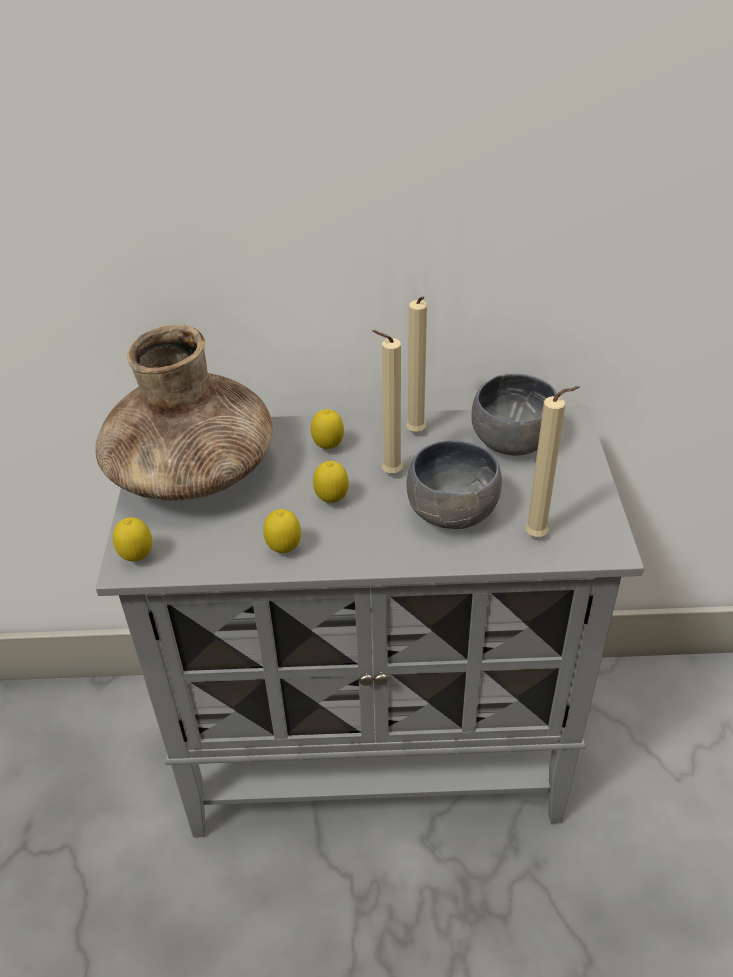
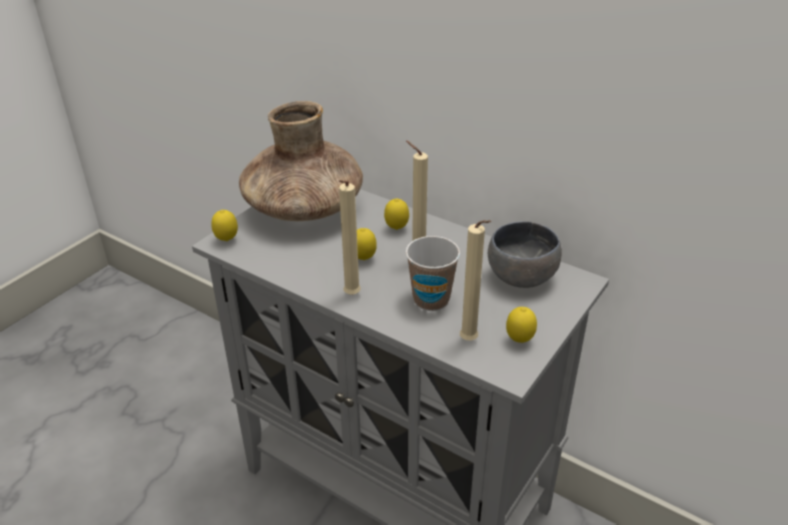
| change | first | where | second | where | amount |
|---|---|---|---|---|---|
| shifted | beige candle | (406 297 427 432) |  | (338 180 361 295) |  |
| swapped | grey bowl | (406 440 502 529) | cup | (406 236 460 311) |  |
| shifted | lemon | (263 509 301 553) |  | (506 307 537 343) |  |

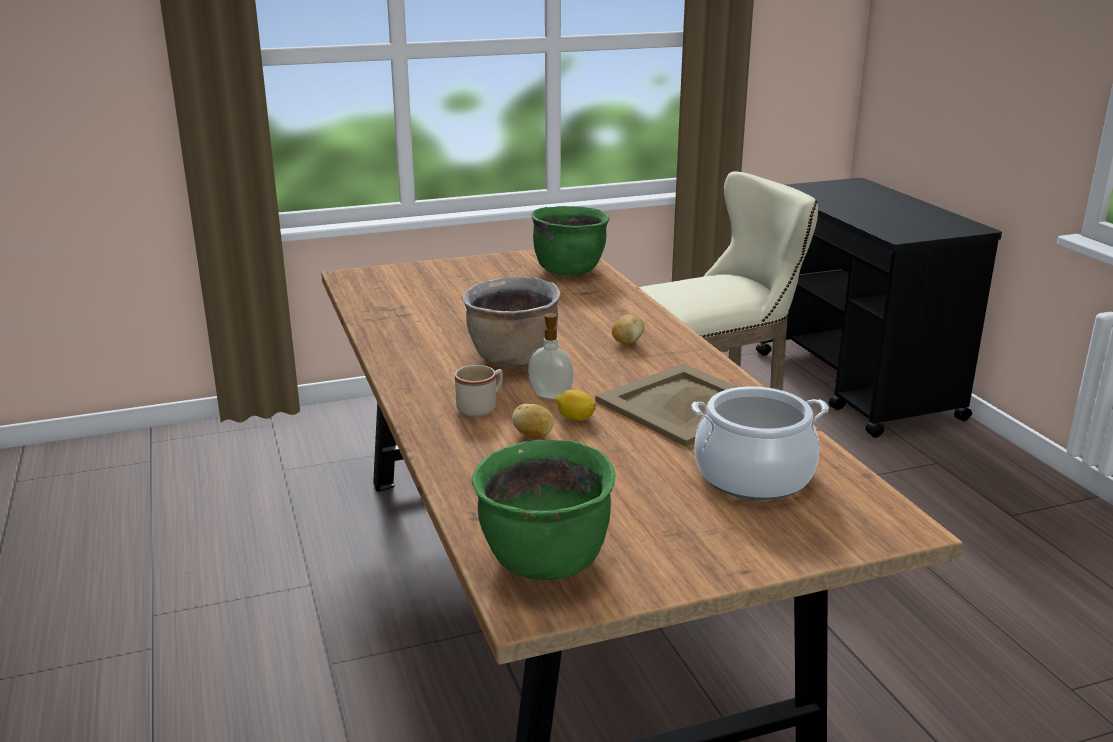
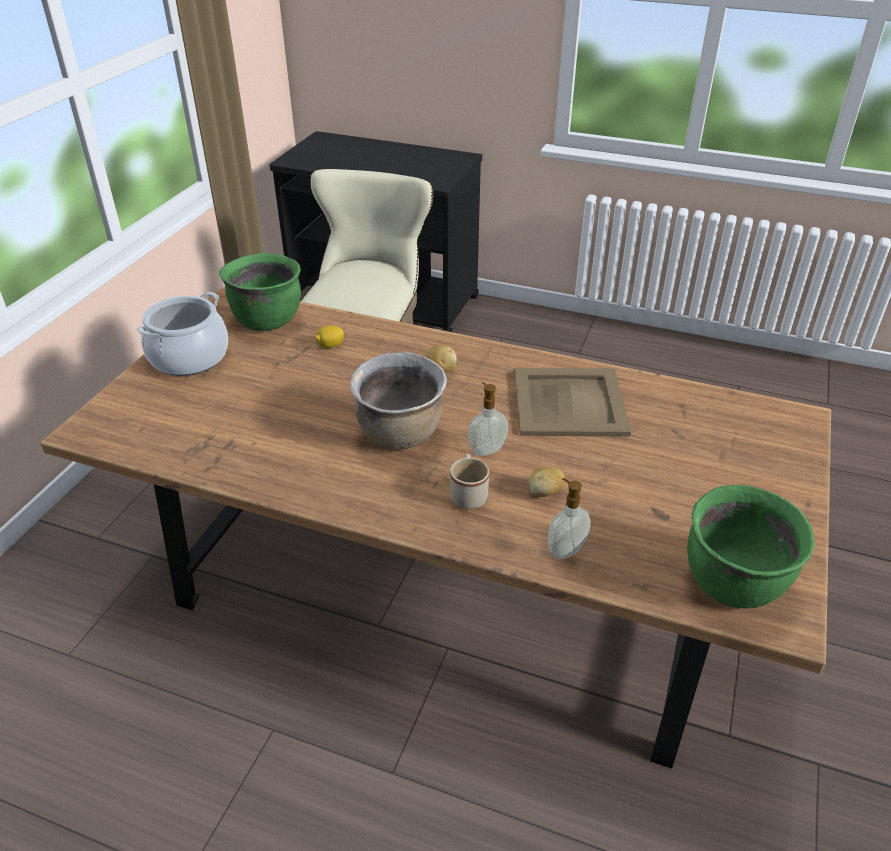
| change | first | where | second | where | amount |
|---|---|---|---|---|---|
| shifted | cooking pot | (692 386 829 500) |  | (136 292 228 376) |  |
| shifted | lemon | (556 390 596 421) |  | (315 325 344 348) |  |
| new |  |  | soap dispenser | (547 478 591 559) |  |

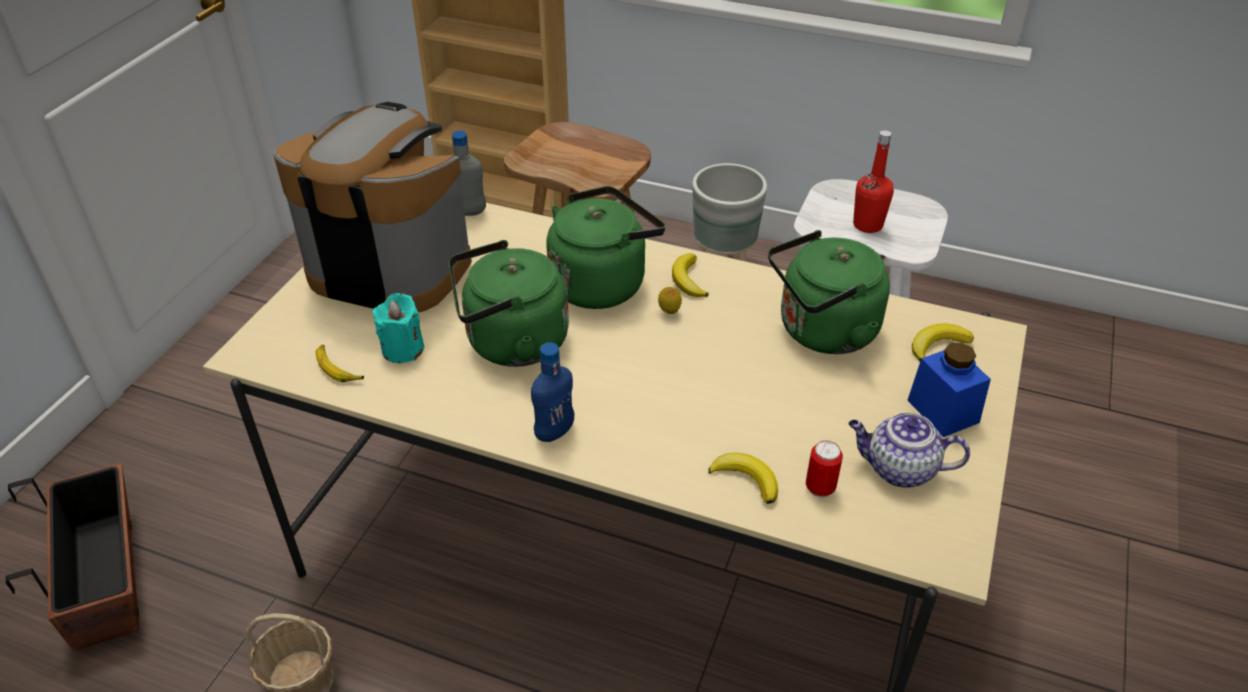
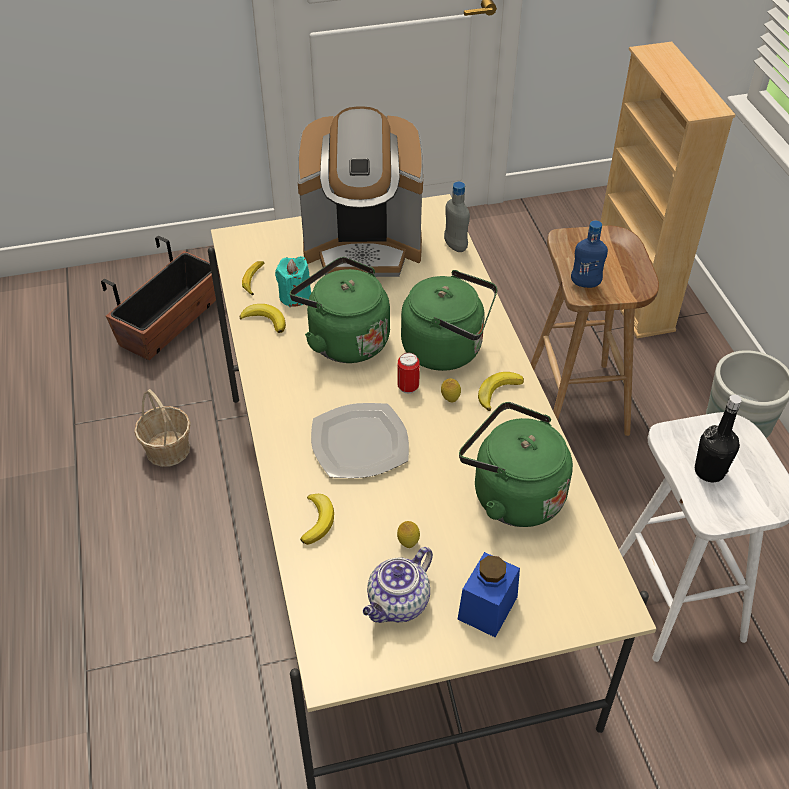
| change | first | where | second | where | amount |
|---|---|---|---|---|---|
| rotated | coffee machine | (273 102 472 312) |  | (297 106 424 277) | 105 degrees clockwise |
| repainted | red bottle | (853 130 894 233) | black bottle | (695 395 742 482) |  |
| shifted | banana | (912 324 974 361) |  | (240 304 286 333) |  |
| shifted | blue bottle | (531 342 574 442) |  | (571 220 608 288) |  |
| rotated | teapot | (848 412 970 488) |  | (363 547 433 623) | 120 degrees counterclockwise |
| shifted | can | (806 441 843 498) |  | (397 353 420 394) |  |
| new |  |  | plate | (311 403 409 478) |  |
| new |  |  | lemon | (397 521 420 548) |  |

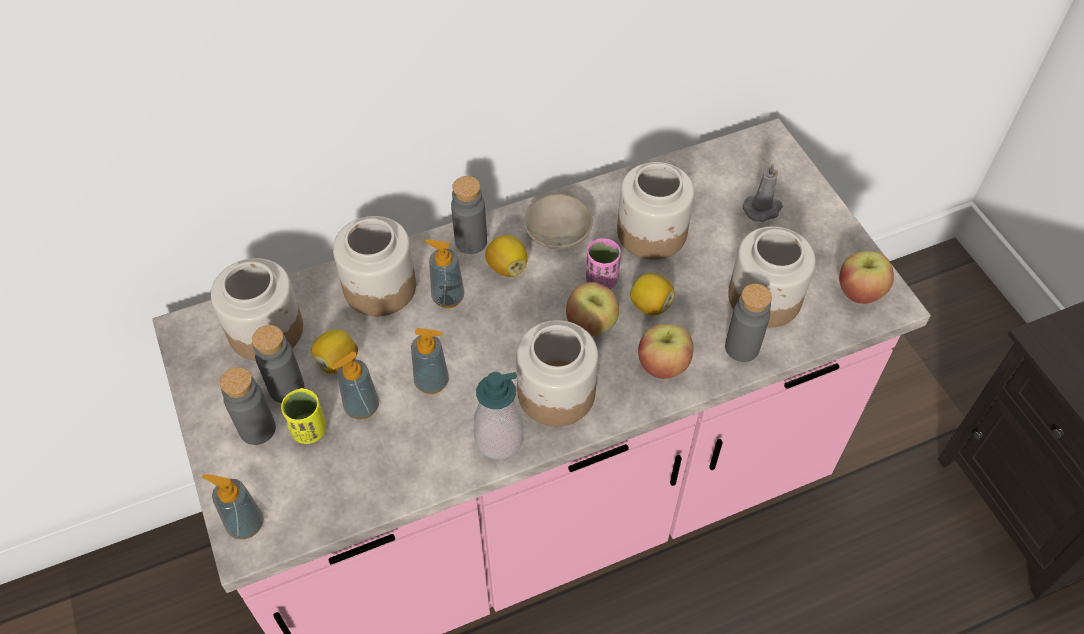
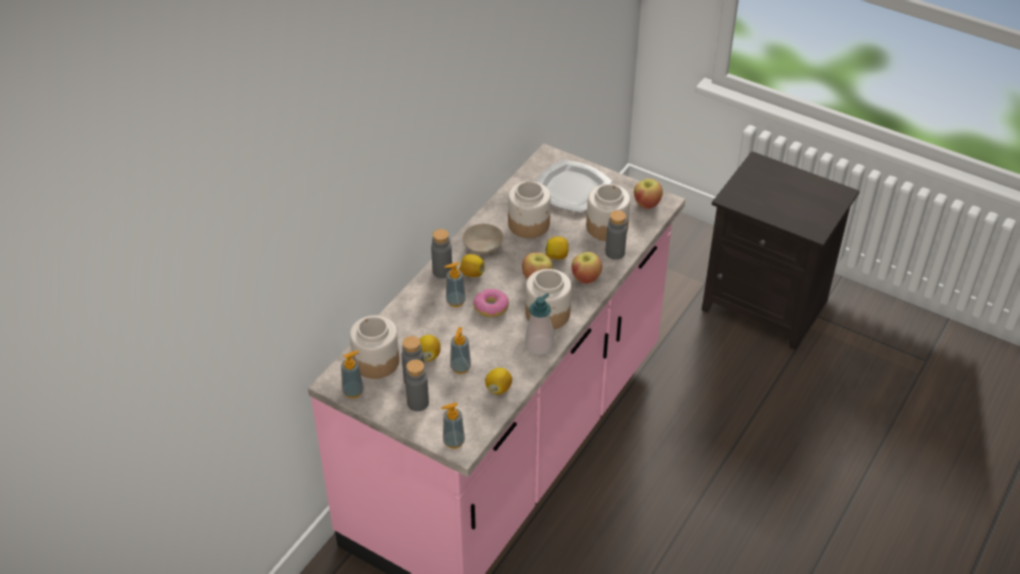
| change | first | where | second | where | amount |
|---|---|---|---|---|---|
| swapped | grey candle | (743 163 783 222) | plate | (535 159 612 213) |  |
| gone | jar | (333 216 416 316) |  |  |  |
| gone | pink cup | (586 238 621 290) |  |  |  |
| shifted | soap dispenser | (411 328 449 394) |  | (341 350 364 398) |  |
| gone | yellow cup | (281 388 326 444) |  |  |  |
| new |  |  | donut | (473 289 509 317) |  |
| new |  |  | lemon | (485 368 512 395) |  |

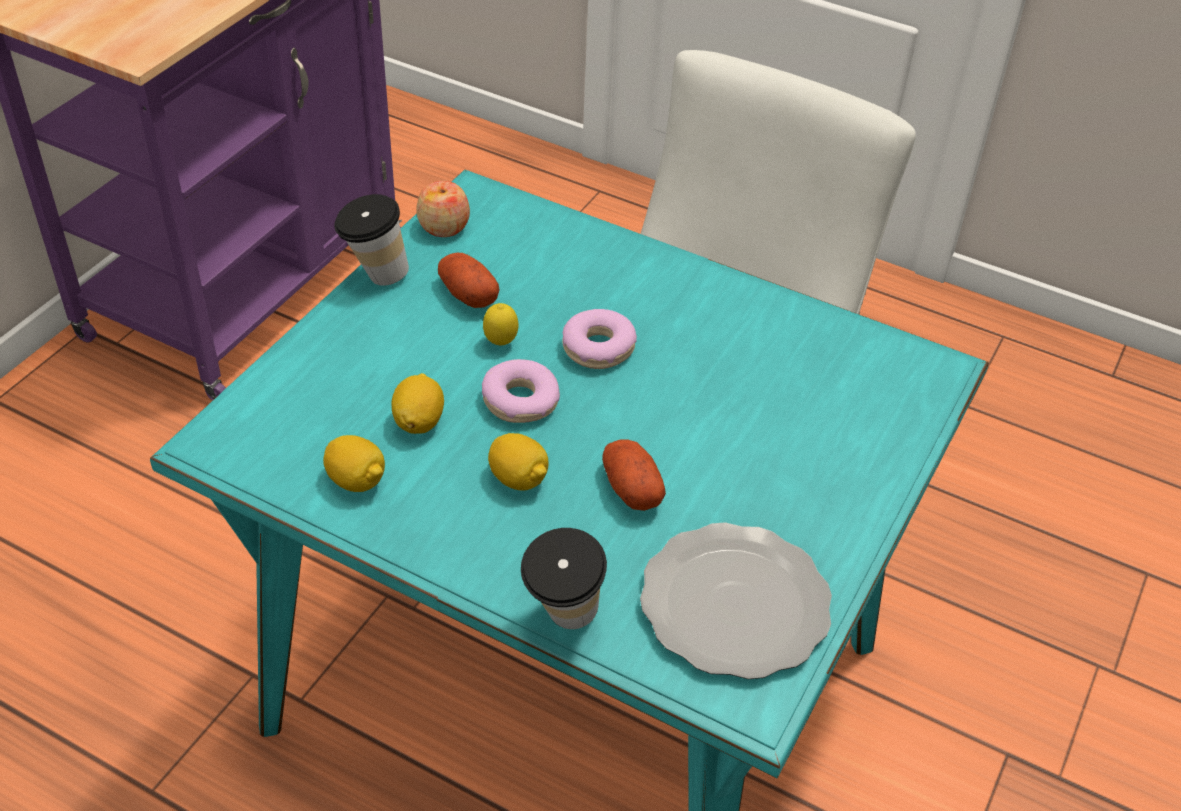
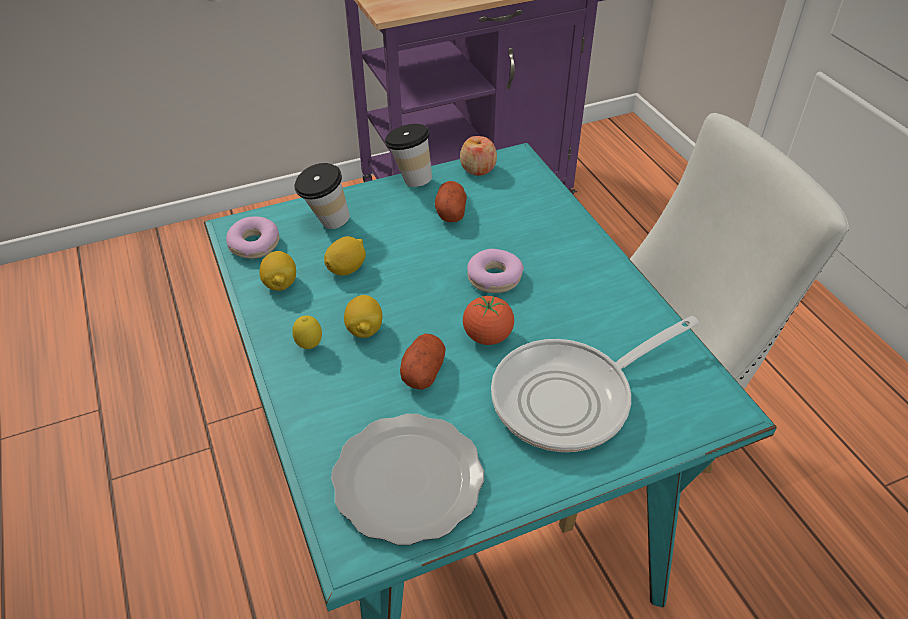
| change | first | where | second | where | amount |
|---|---|---|---|---|---|
| shifted | lemon | (483 303 519 345) |  | (292 316 322 349) |  |
| shifted | donut | (482 359 560 423) |  | (226 217 279 259) |  |
| shifted | cup | (521 528 607 629) |  | (294 163 350 229) |  |
| new |  |  | tomato | (463 296 514 345) |  |
| new |  |  | frying pan | (491 316 699 452) |  |

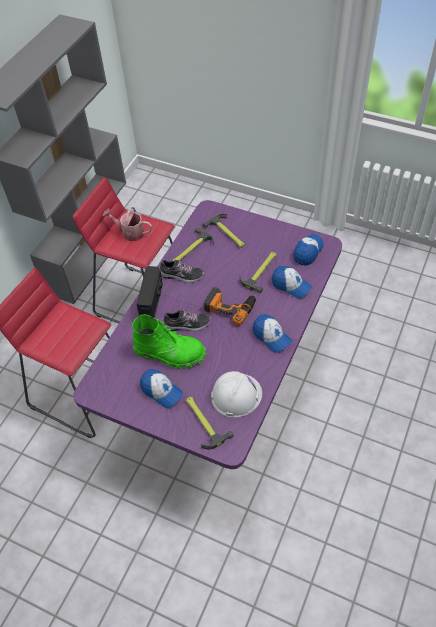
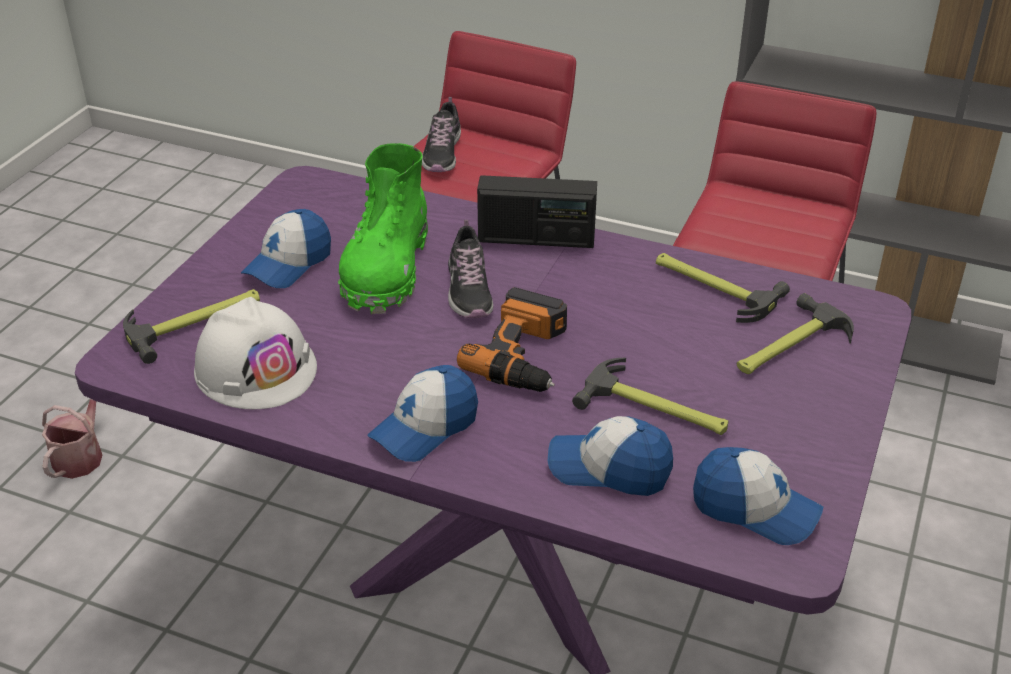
| change | first | where | second | where | amount |
|---|---|---|---|---|---|
| shifted | watering can | (103 207 152 241) |  | (42 399 102 479) |  |
| shifted | shoe | (160 259 204 283) |  | (422 97 461 172) |  |
| rotated | cap | (272 266 312 298) |  | (548 416 673 496) | 75 degrees clockwise |

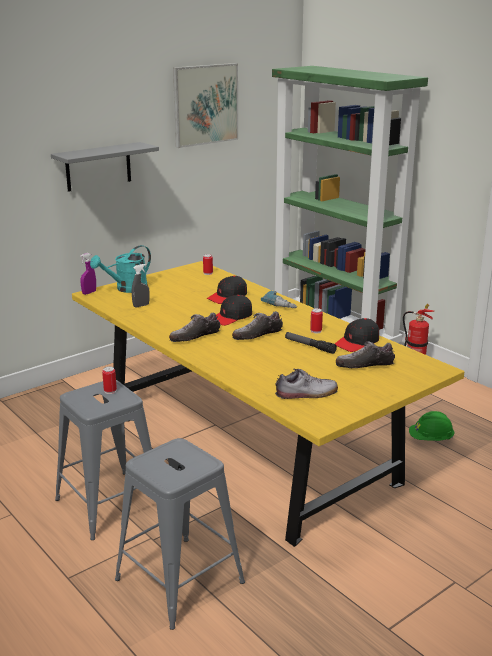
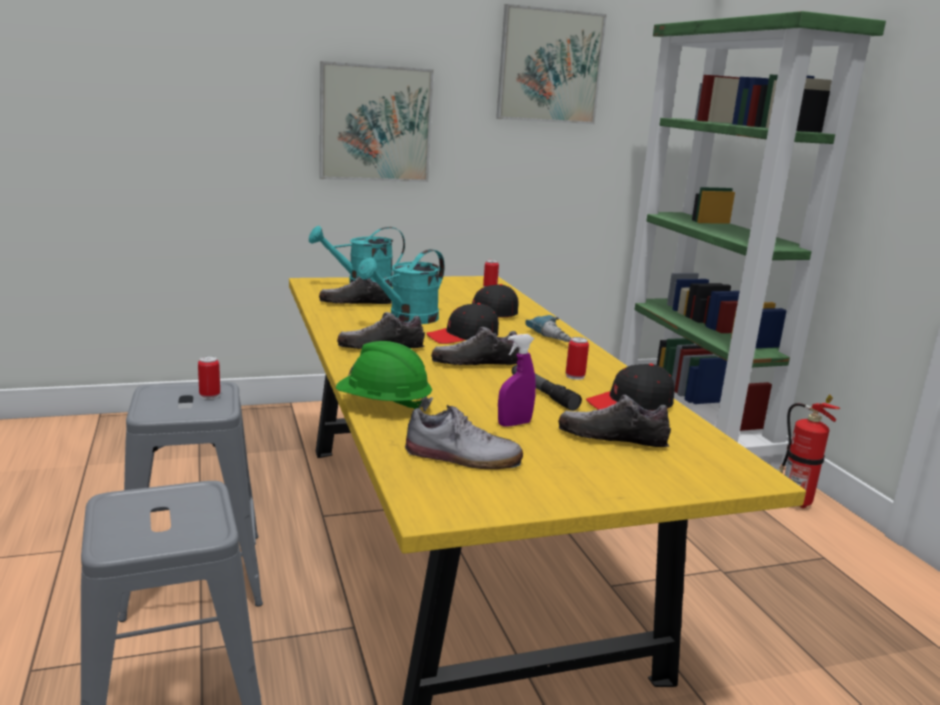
| change | first | where | second | where | amount |
|---|---|---|---|---|---|
| swapped | grey shelf | (51 142 159 192) | picture | (320 61 434 182) |  |
| shifted | purple spray bottle | (80 253 96 295) |  | (498 334 536 427) |  |
| swapped | grey spray bottle | (132 264 150 308) | shoe | (319 275 392 304) |  |
| shifted | green hard hat | (409 411 455 441) |  | (336 341 433 411) |  |
| new |  |  | turquoise watering can | (358 249 444 324) |  |

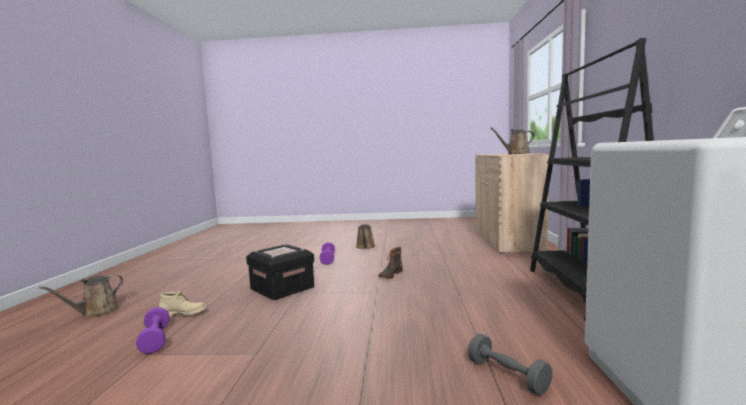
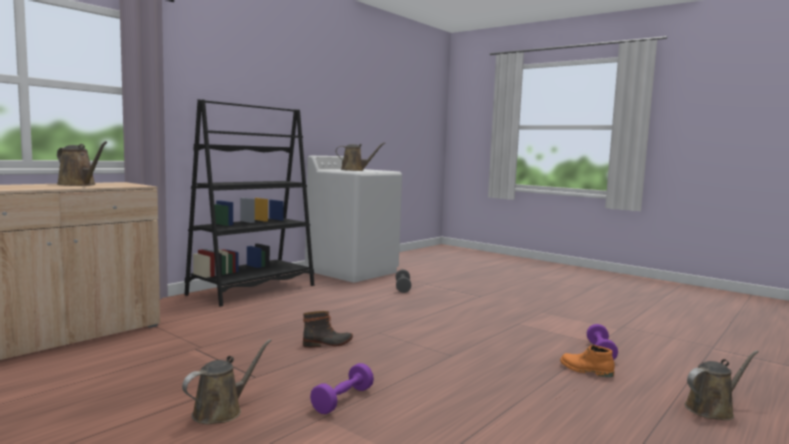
| change | first | where | second | where | amount |
|---|---|---|---|---|---|
| gone | black storage box | (246 243 314 300) |  |  |  |
| repainted | beige boot | (159 291 206 317) | orange boot | (560 345 615 377) |  |
| new |  |  | brown watering can | (335 142 385 171) |  |

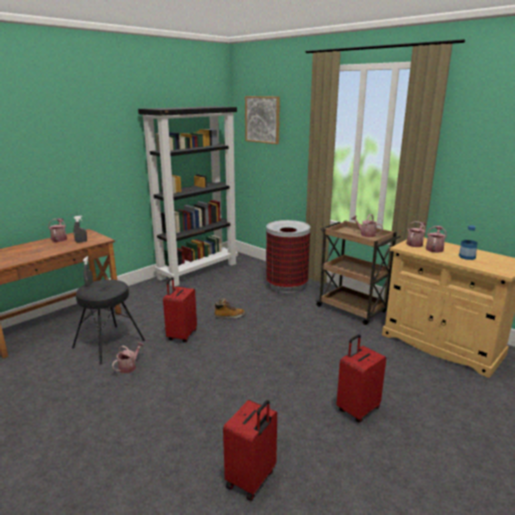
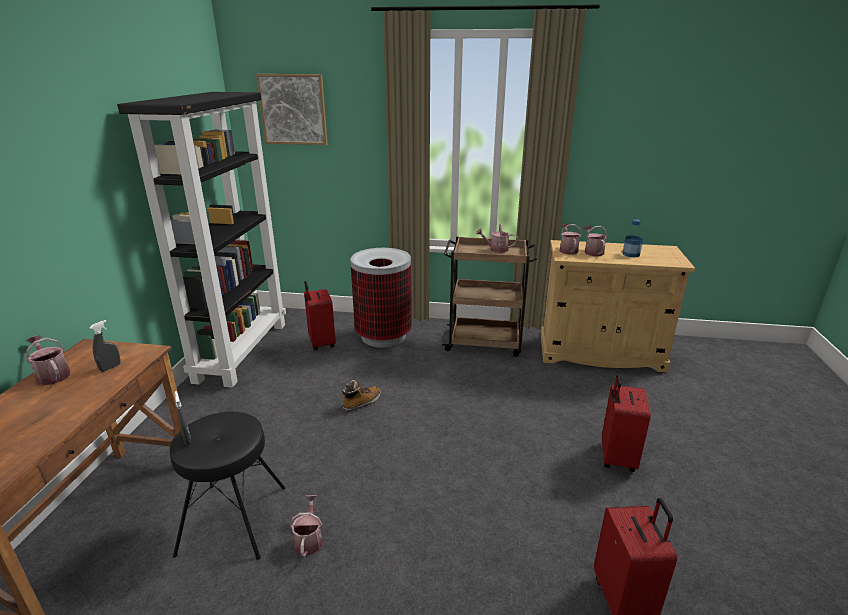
| change | first | where | second | where | amount |
|---|---|---|---|---|---|
| shifted | red suitcase | (163 277 197 343) |  | (304 281 336 350) |  |

